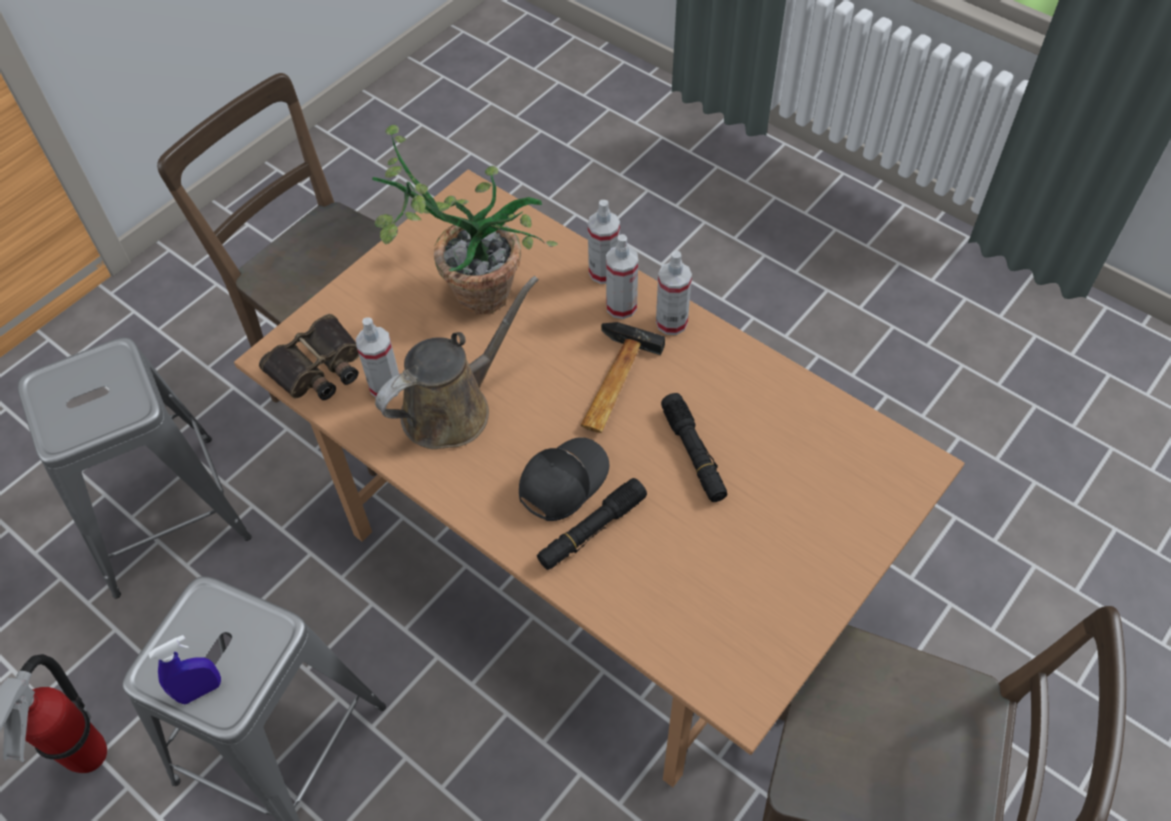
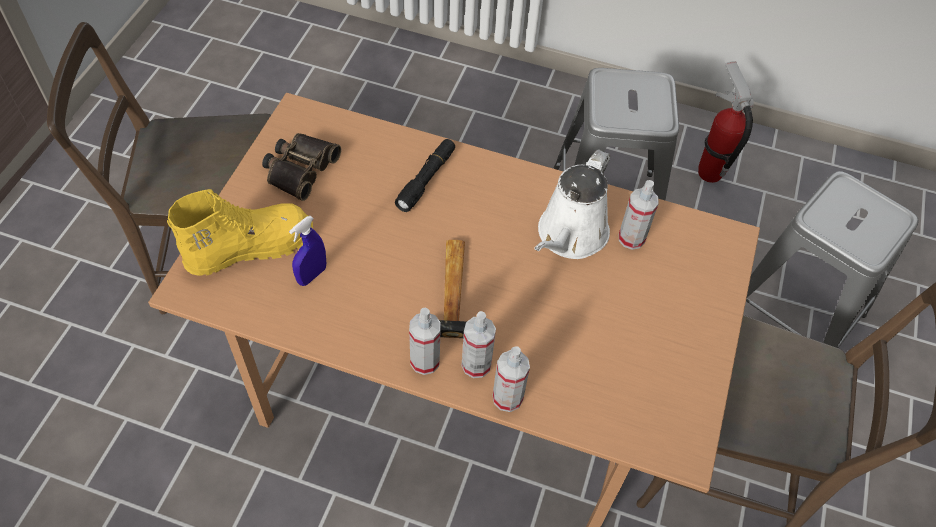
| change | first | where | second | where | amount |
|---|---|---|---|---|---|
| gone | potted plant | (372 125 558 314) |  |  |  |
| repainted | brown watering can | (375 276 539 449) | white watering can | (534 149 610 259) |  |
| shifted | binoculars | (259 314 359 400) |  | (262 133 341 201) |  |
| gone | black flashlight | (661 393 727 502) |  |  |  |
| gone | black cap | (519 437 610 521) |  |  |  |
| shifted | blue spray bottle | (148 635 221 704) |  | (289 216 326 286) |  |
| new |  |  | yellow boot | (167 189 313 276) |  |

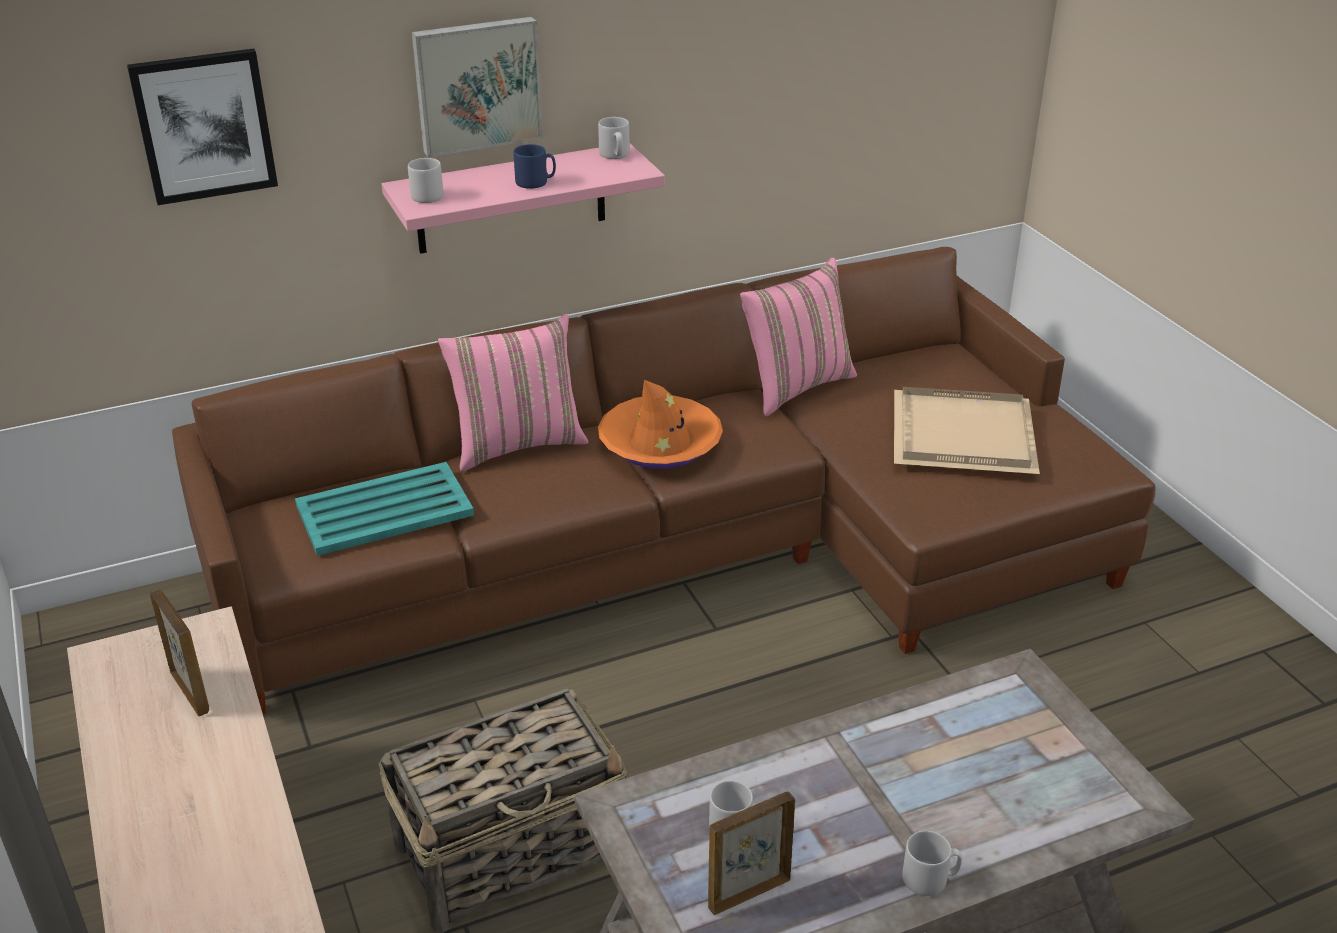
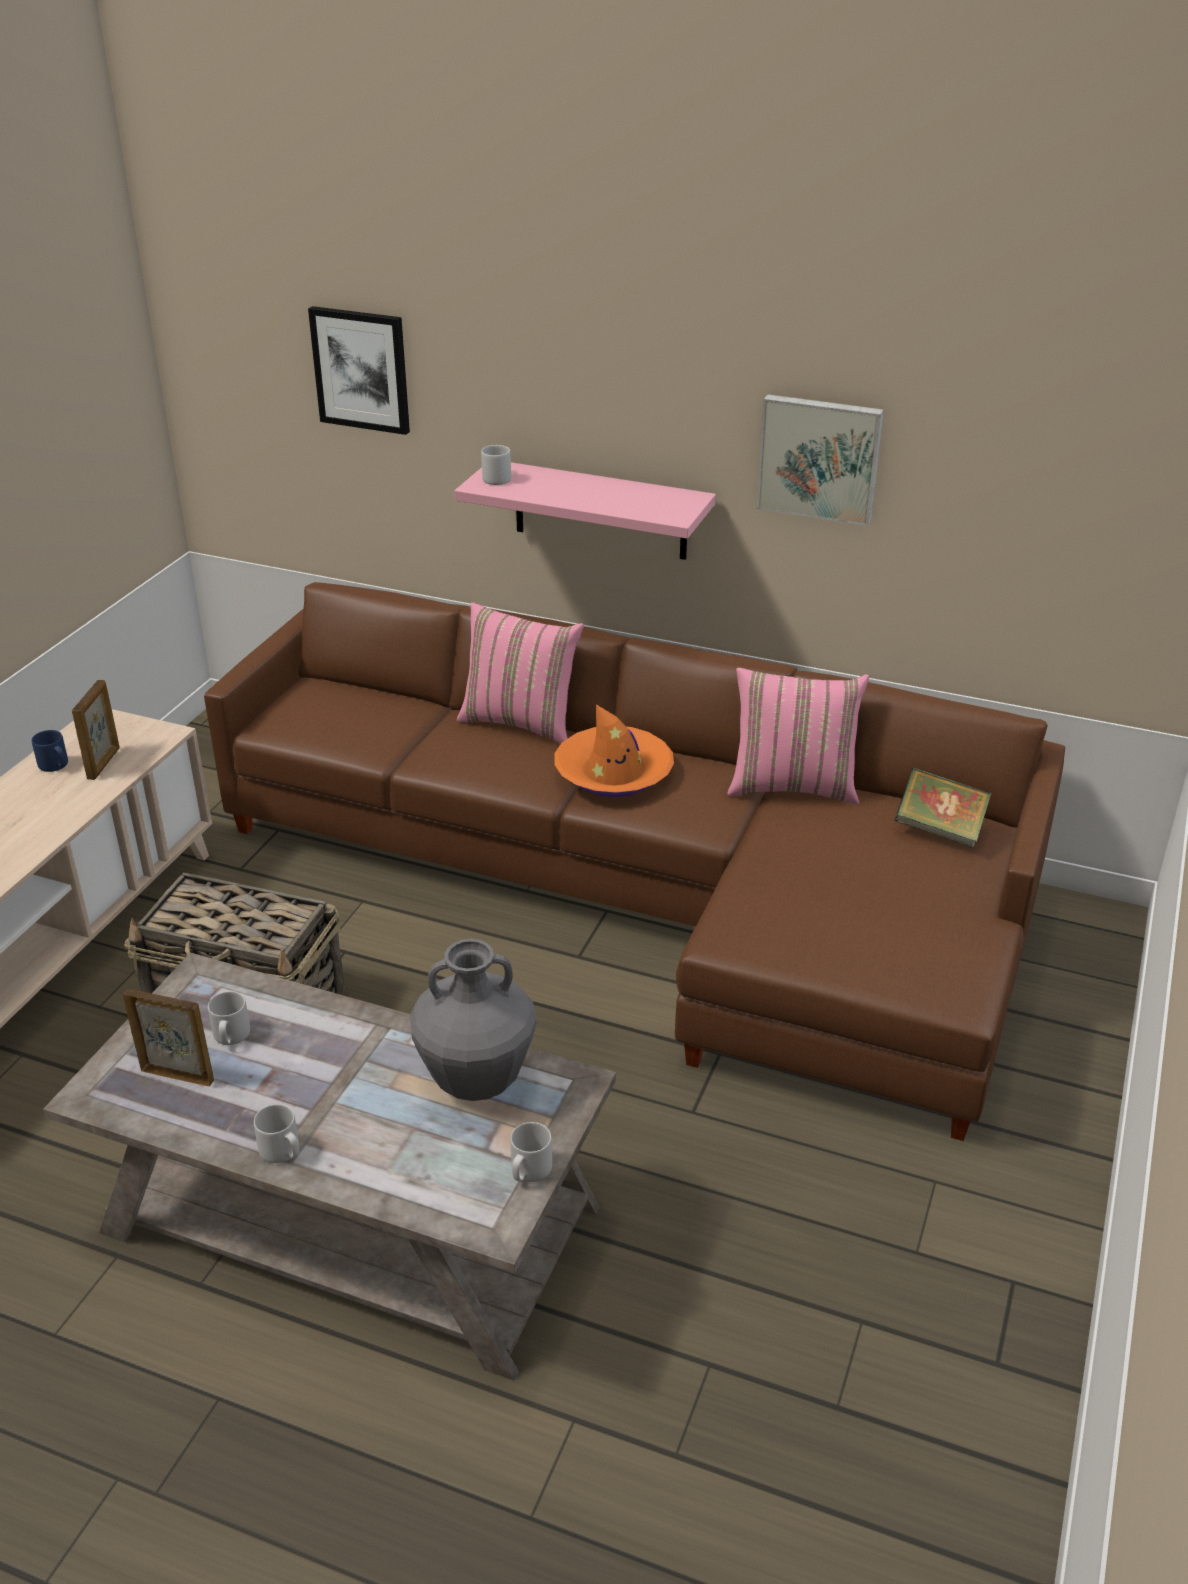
| change | first | where | second | where | amount |
|---|---|---|---|---|---|
| shifted | picture | (412 17 543 157) |  | (756 394 884 526) |  |
| shifted | grey mug | (598 117 630 159) |  | (510 1122 552 1182) |  |
| shifted | blue mug | (514 144 556 189) |  | (32 730 68 772) |  |
| gone | beige tray | (894 387 1040 474) |  |  |  |
| gone | turquoise tray | (295 462 474 556) |  |  |  |
| new |  |  | book | (894 767 992 848) |  |
| new |  |  | grey vase | (410 939 536 1101) |  |

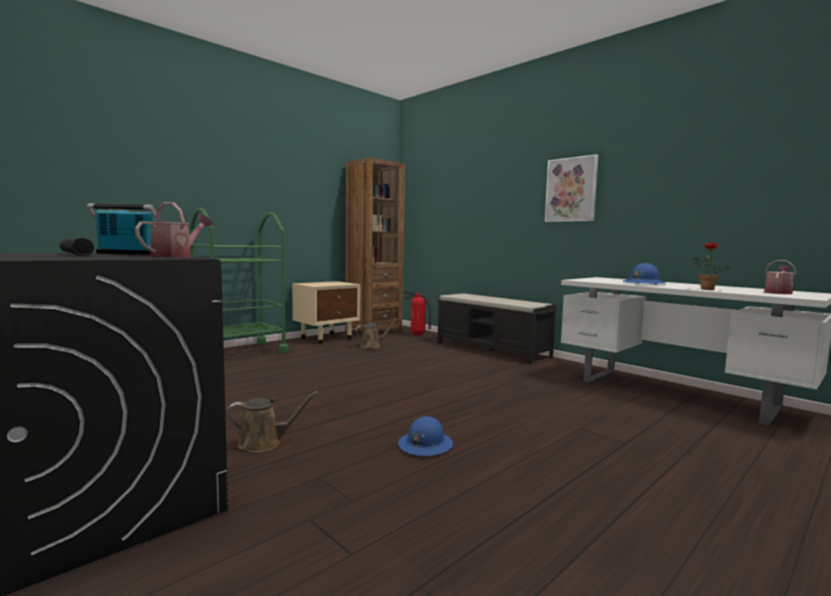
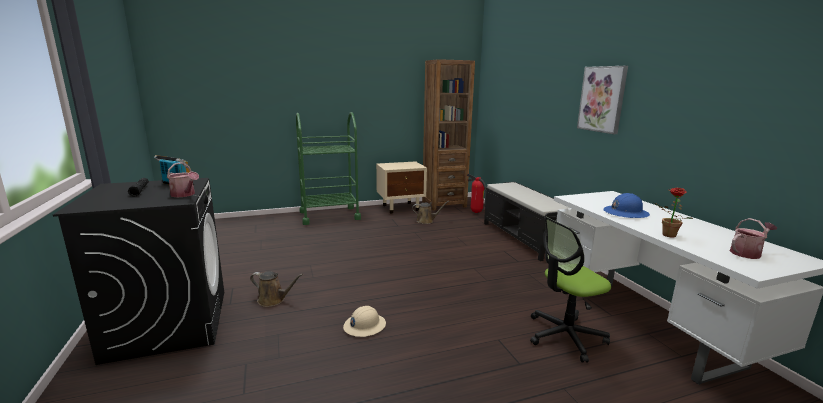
| change | first | where | second | where | amount |
|---|---|---|---|---|---|
| rotated | watering can | (135 202 213 257) |  | (167 162 199 197) | 75 degrees clockwise |
| repainted | blue hard hat | (398 416 453 456) | beige hard hat | (343 306 386 337) |  |
| new |  |  | office chair | (530 217 611 363) |  |

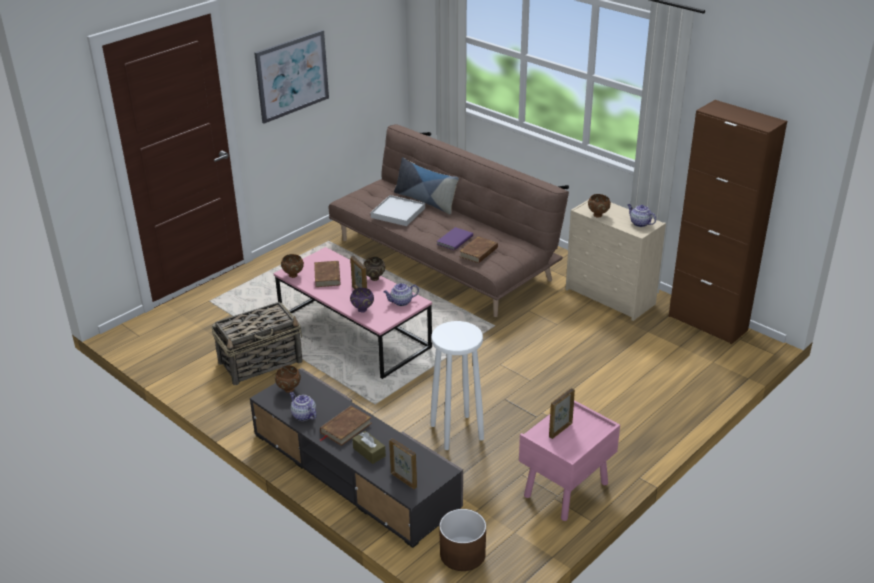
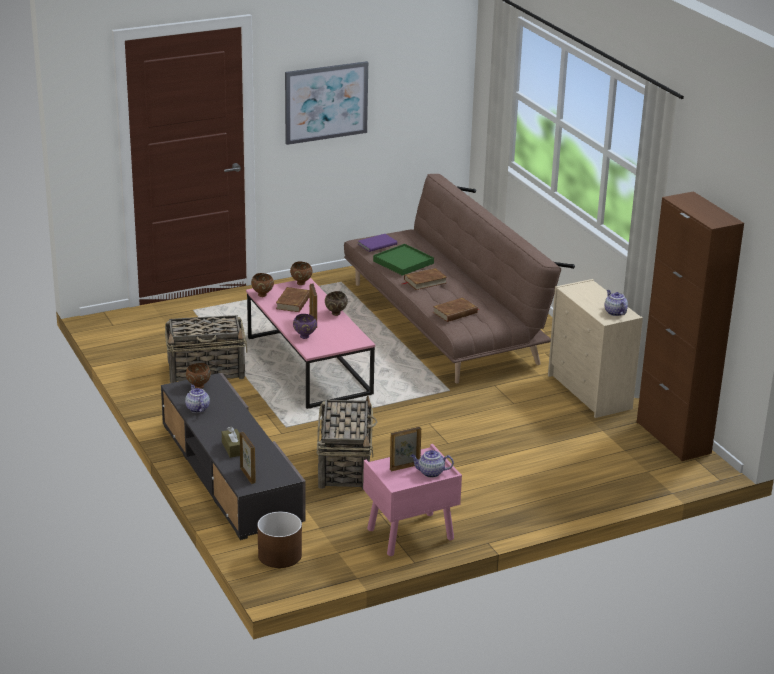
| change | first | where | second | where | amount |
|---|---|---|---|---|---|
| gone | pillow | (394 157 459 215) |  |  |  |
| shifted | brown bowl | (588 194 611 218) |  | (290 262 313 285) |  |
| repainted | white tray | (371 195 425 226) | green tray | (373 244 434 276) |  |
| shifted | purple book | (437 227 473 250) |  | (358 234 397 252) |  |
| shifted | teapot | (383 283 419 306) |  | (410 450 454 478) |  |
| swapped | white stool | (430 321 484 450) | basket | (317 395 377 489) |  |
| shifted | brown book | (320 406 372 446) |  | (401 268 447 290) |  |

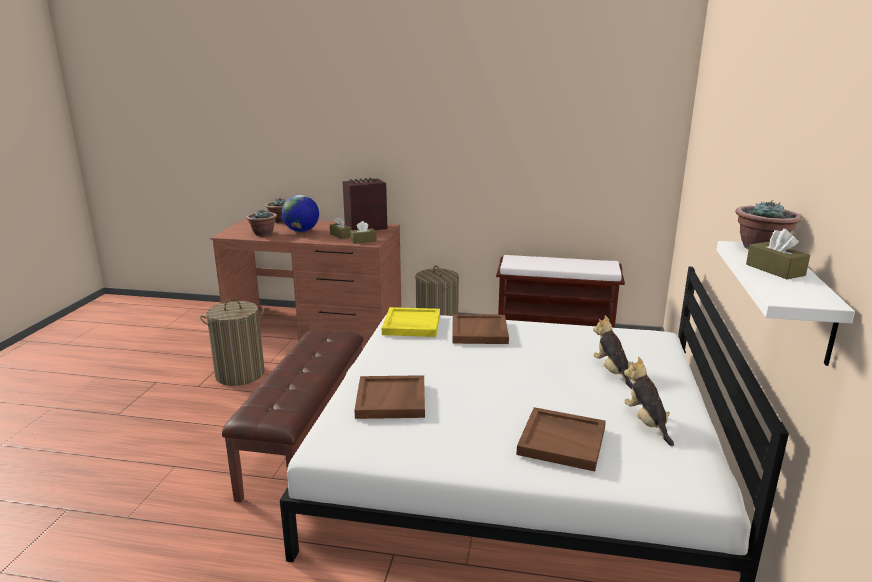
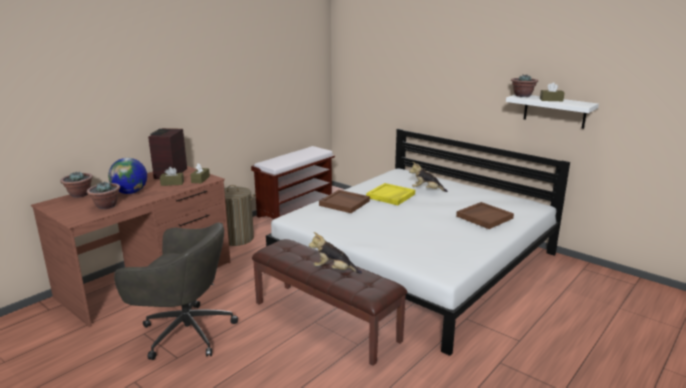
| change | first | where | second | where | amount |
|---|---|---|---|---|---|
| swapped | laundry basket | (200 299 265 386) | grey office chair | (114 222 238 360) |  |
| shifted | yellow tray | (382 307 440 337) |  | (366 183 415 205) |  |
| shifted | plush toy | (624 357 674 446) |  | (309 232 362 274) |  |
| gone | brown tray | (354 375 425 419) |  |  |  |

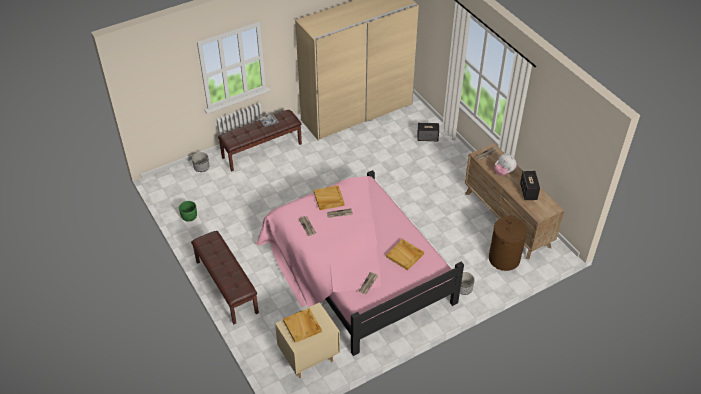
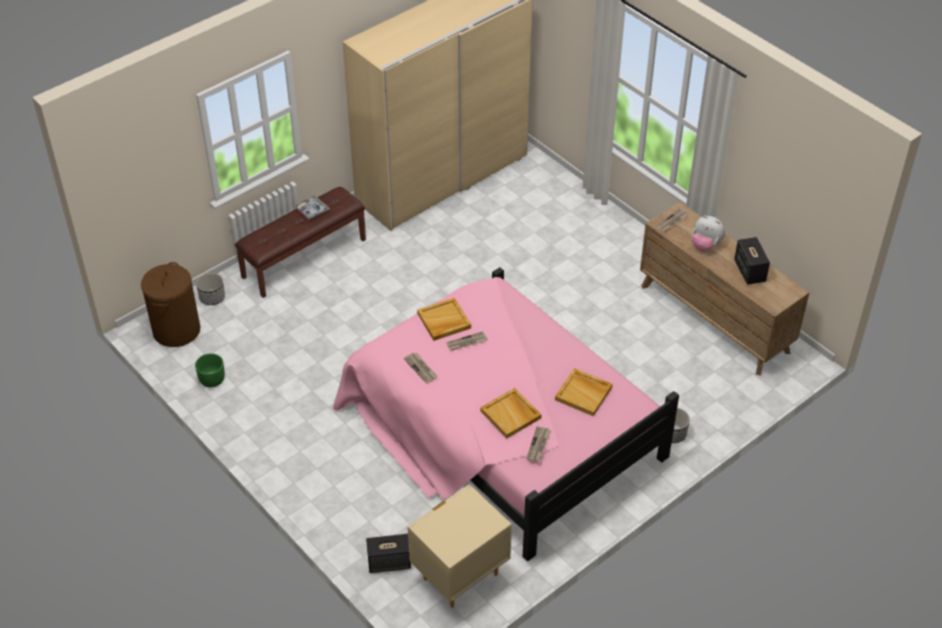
| change | first | where | second | where | amount |
|---|---|---|---|---|---|
| shifted | speaker | (417 123 439 141) |  | (366 534 411 573) |  |
| shifted | brown laundry basket | (489 215 527 271) |  | (141 262 200 347) |  |
| gone | brown bench | (191 231 259 324) |  |  |  |
| shifted | beige tray | (283 308 322 343) |  | (480 388 542 438) |  |

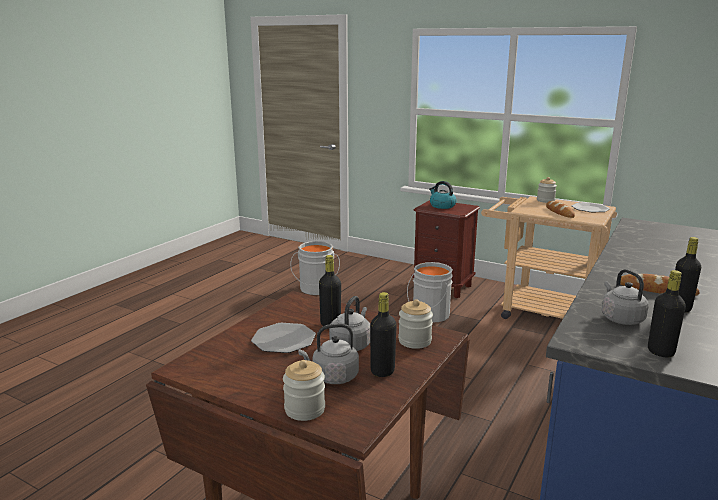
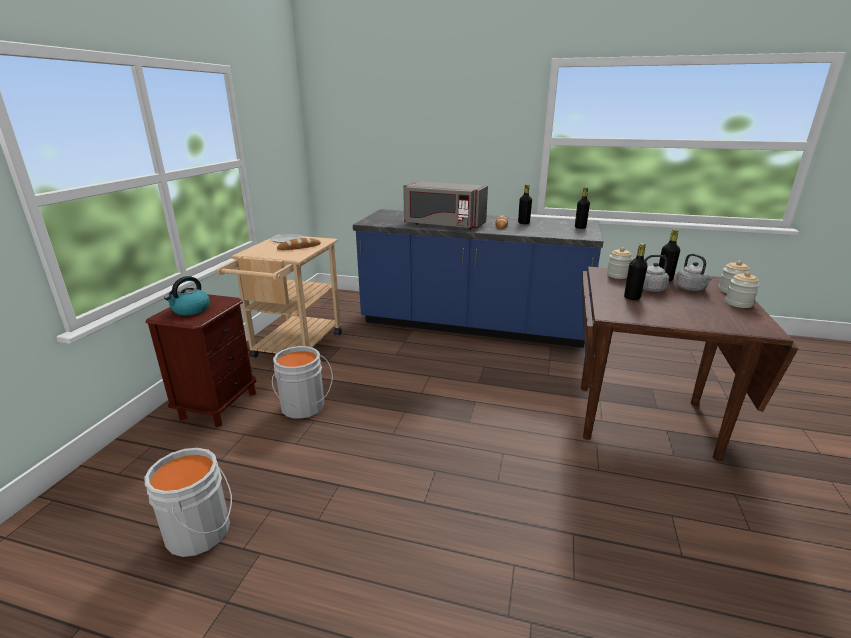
| change | first | where | second | where | amount |
|---|---|---|---|---|---|
| shifted | jar | (537 177 557 203) |  | (725 272 760 308) |  |
| gone | grey kettle | (602 269 649 325) |  |  |  |
| gone | plate | (251 323 316 353) |  |  |  |
| new |  |  | grey microwave | (403 181 488 230) |  |

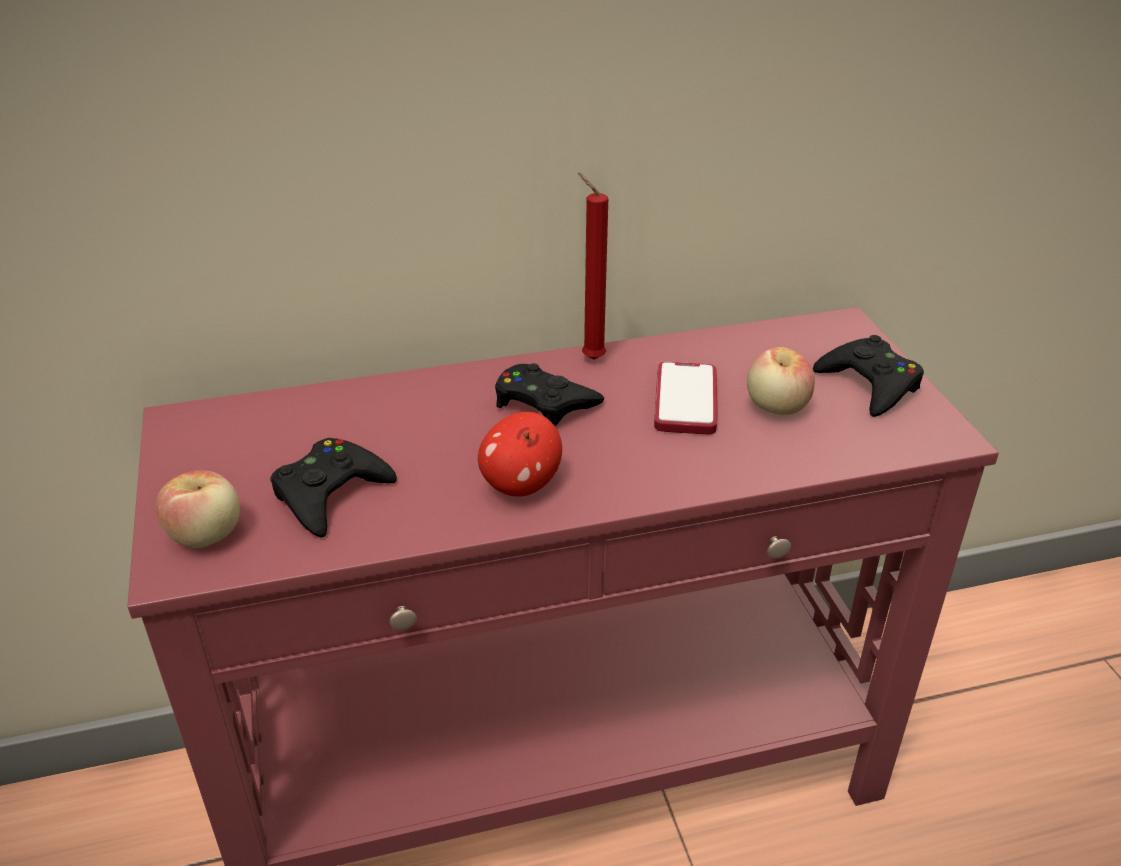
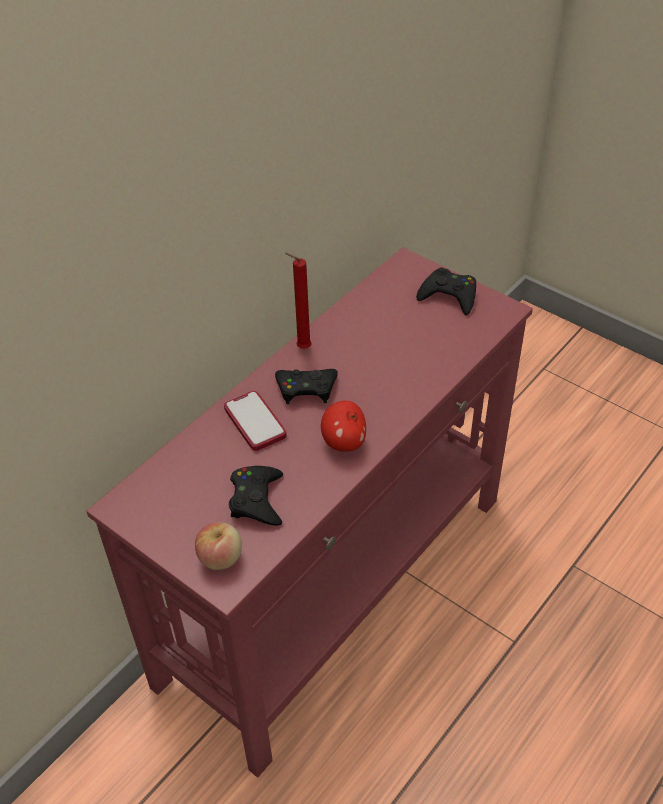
| change | first | where | second | where | amount |
|---|---|---|---|---|---|
| gone | apple | (747 347 815 415) |  |  |  |
| shifted | phone | (654 362 717 434) |  | (224 391 287 451) |  |

